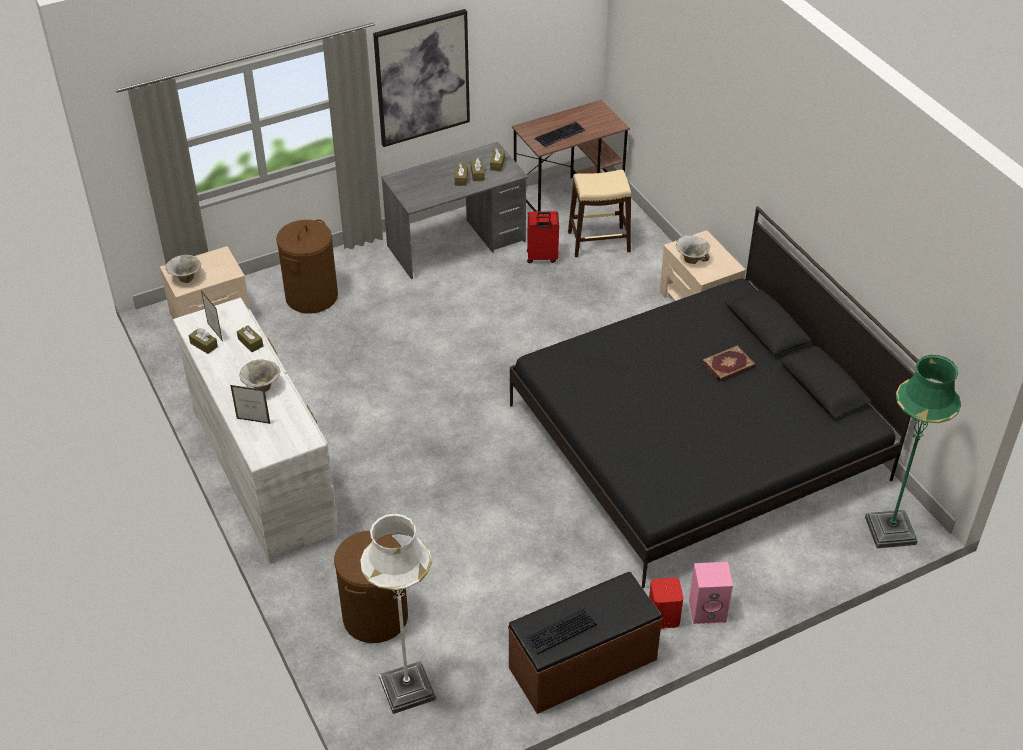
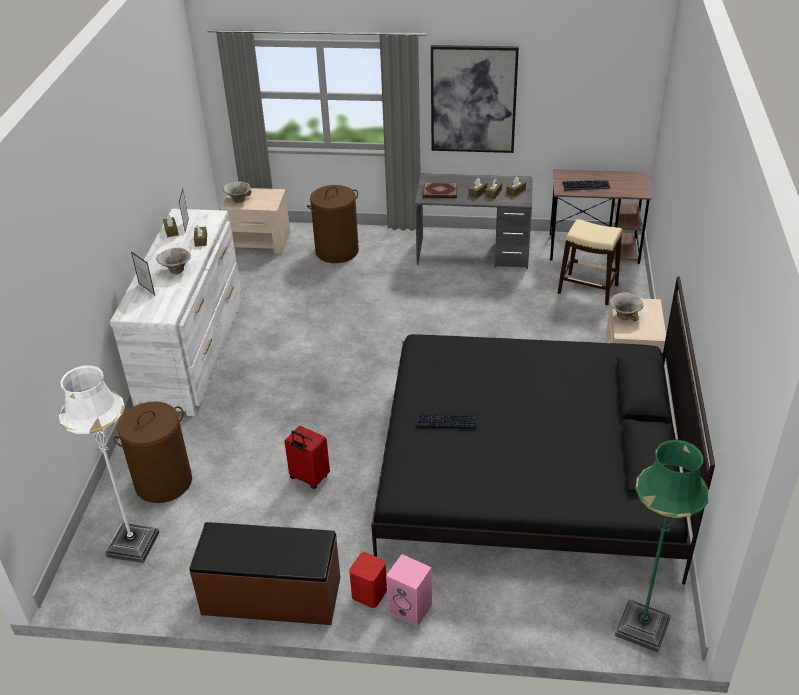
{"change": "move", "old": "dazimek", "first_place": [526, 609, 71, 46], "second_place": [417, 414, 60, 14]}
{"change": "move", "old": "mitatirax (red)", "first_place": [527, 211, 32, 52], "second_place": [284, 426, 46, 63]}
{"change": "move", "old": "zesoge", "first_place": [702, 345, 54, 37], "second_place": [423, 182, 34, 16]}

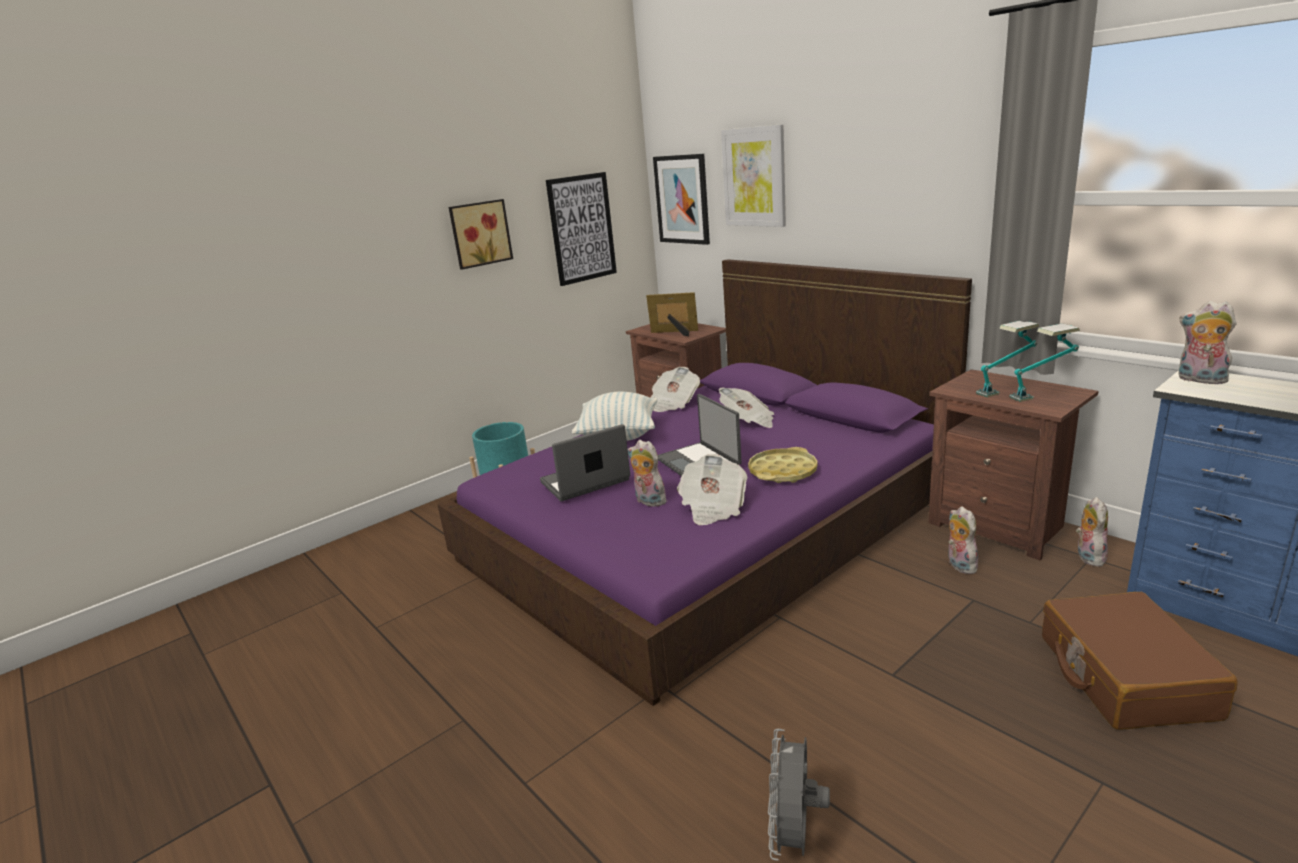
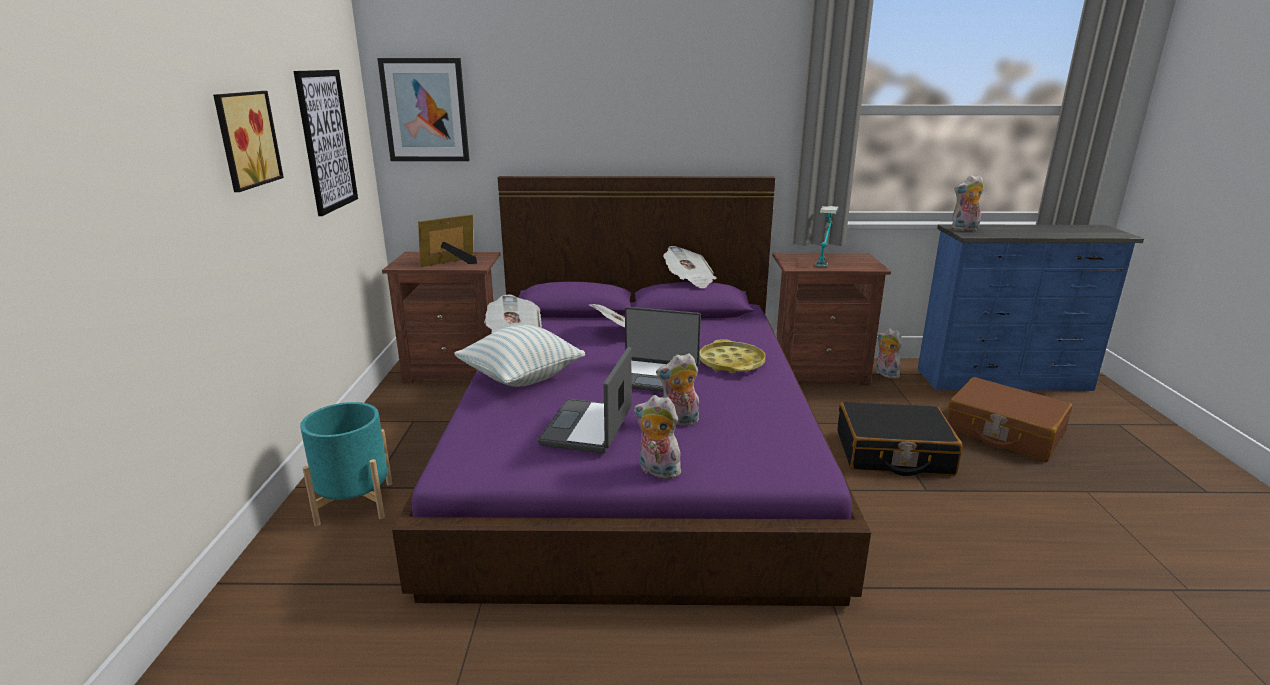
{"change": "move", "old": "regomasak", "first_place": [677, 454, 71, 71], "second_place": [663, 246, 53, 43]}
{"change": "delete", "old": "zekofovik", "first_place": [721, 124, 65, 103]}
{"change": "delete", "old": "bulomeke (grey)", "first_place": [768, 729, 62, 132]}
{"change": "move", "old": "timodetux", "first_place": [948, 506, 30, 68], "second_place": [634, 395, 47, 84]}
{"change": "delete", "old": "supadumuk", "first_place": [1009, 323, 71, 79]}
{"change": "insert", "new": "mitatirax (black)", "second_place": [837, 402, 126, 74]}

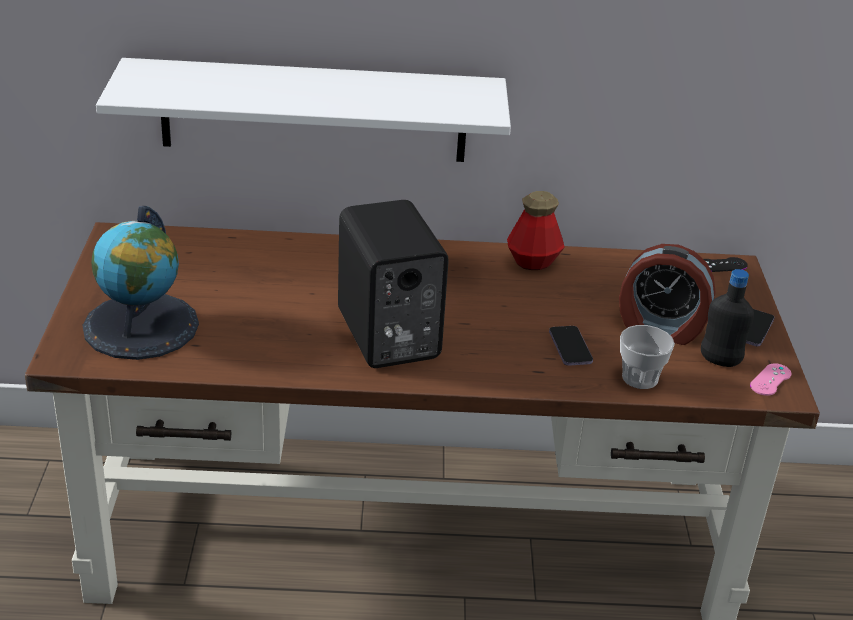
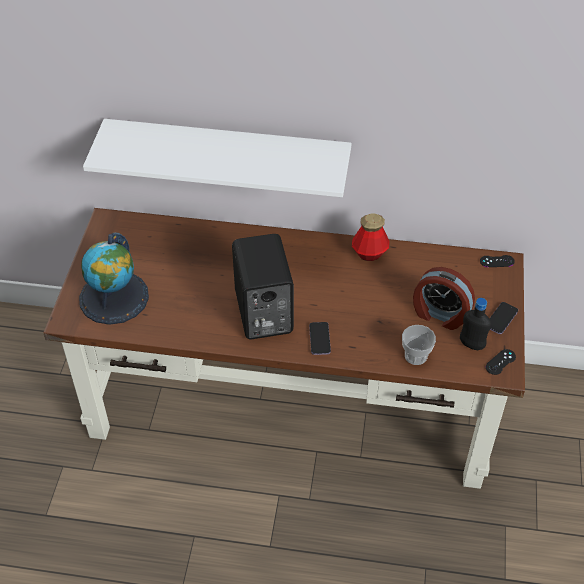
{"change": "move", "old": "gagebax", "first_place": [549, 326, 44, 40], "second_place": [309, 322, 22, 33]}
{"change": "recolor", "old": "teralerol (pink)", "new": "teralerol (black)", "first_place": [750, 363, 41, 33], "second_place": [486, 349, 30, 26]}

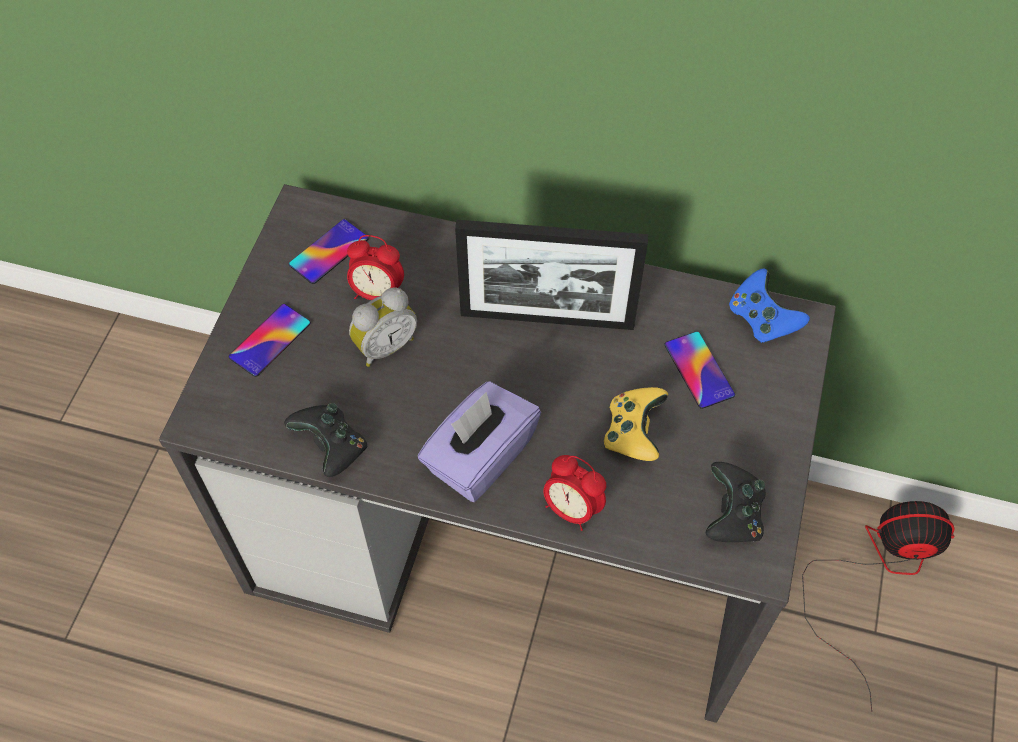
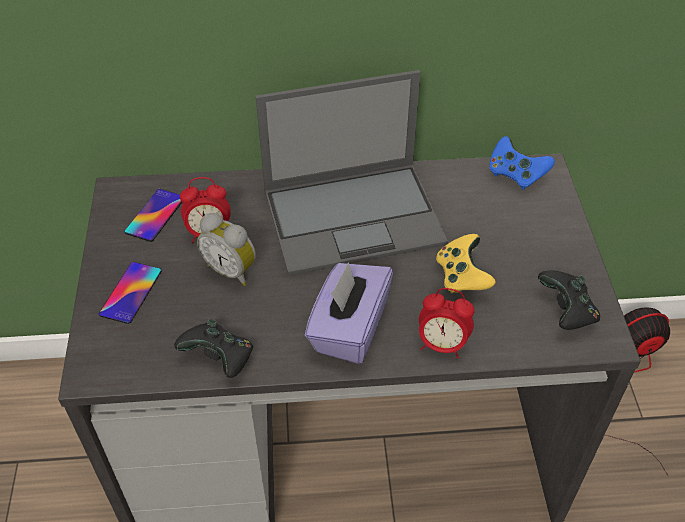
{"change": "rotate", "old": "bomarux", "first_place": [349, 287, 68, 80], "second_place": [197, 213, 59, 73], "degrees": 90}
{"change": "replace", "old": "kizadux", "new": "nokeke", "first_place": [455, 220, 193, 110], "second_place": [256, 70, 192, 205]}
{"change": "delete", "old": "gagebax", "first_place": [664, 331, 71, 78]}

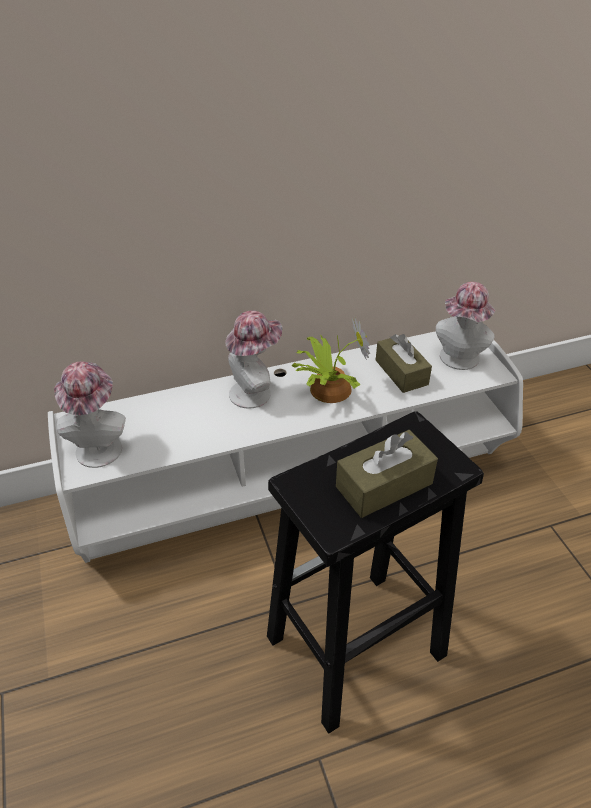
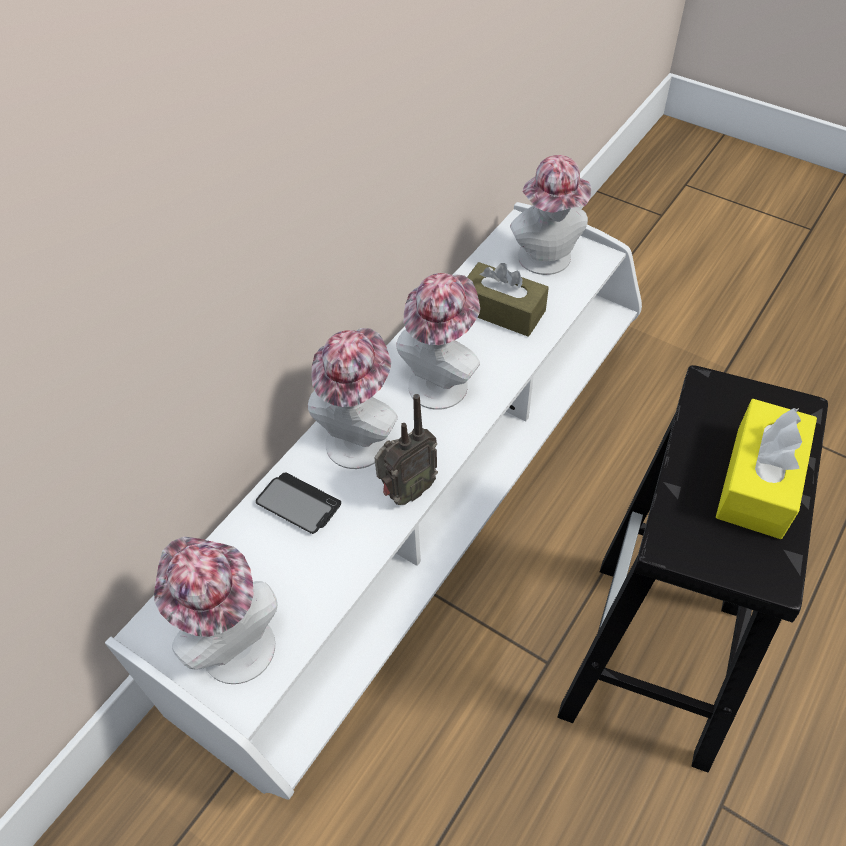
{"change": "replace", "old": "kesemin", "new": "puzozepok", "first_place": [292, 318, 78, 85], "second_place": [396, 273, 84, 137]}
{"change": "recolor", "old": "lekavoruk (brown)", "new": "lekavoruk (yellow)", "first_place": [336, 430, 102, 88], "second_place": [716, 399, 101, 140]}
{"change": "insert", "new": "gagebax", "second_place": [256, 472, 85, 62]}
{"change": "insert", "new": "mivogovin", "second_place": [374, 394, 64, 111]}

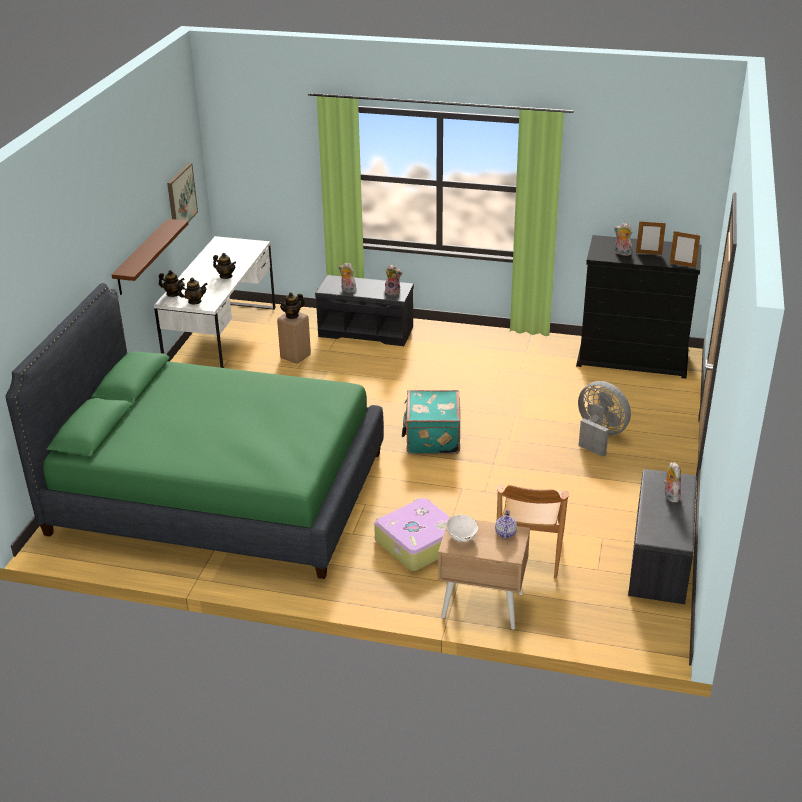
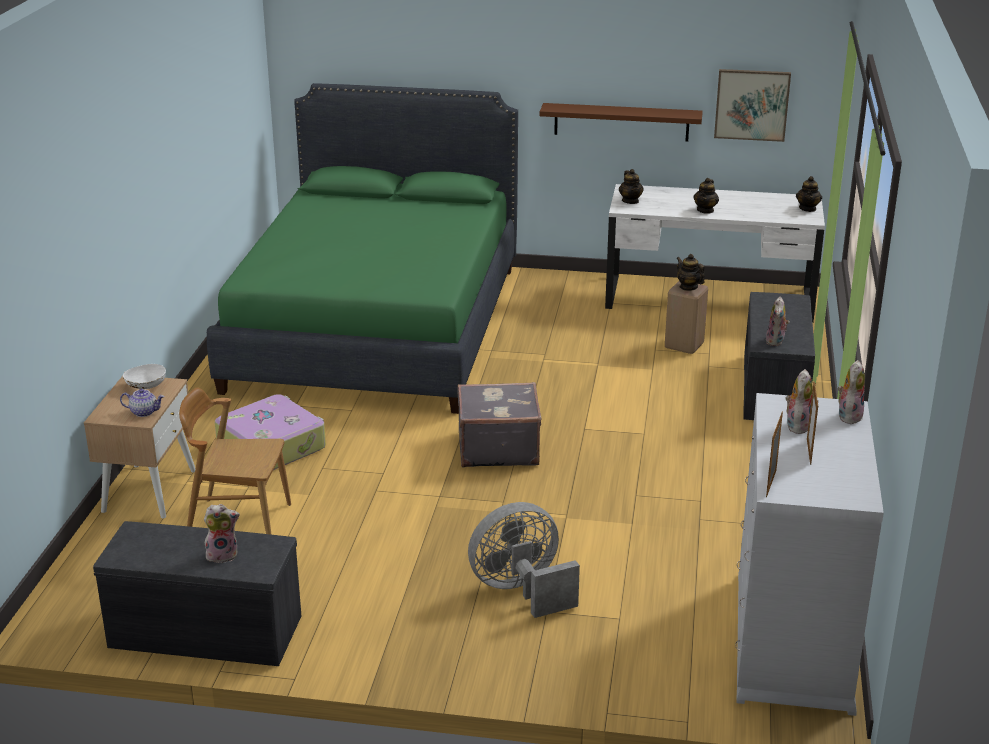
{"change": "move", "old": "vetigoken", "first_place": [159, 270, 26, 27], "second_place": [796, 176, 26, 36]}
{"change": "move", "old": "timodetux", "first_place": [339, 263, 17, 30], "second_place": [838, 360, 27, 64]}
{"change": "recolor", "old": "mitatirax (turquoise)", "new": "mitatirax (grey)", "first_place": [402, 390, 58, 65], "second_place": [457, 382, 85, 86]}
{"change": "recolor", "old": "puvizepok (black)", "new": "puvizepok (white)", "first_place": [576, 235, 126, 144], "second_place": [735, 393, 149, 323]}
{"change": "rotate", "old": "bulomeke (grey)", "first_place": [578, 381, 53, 76], "second_place": [468, 502, 112, 116], "degrees": -150}

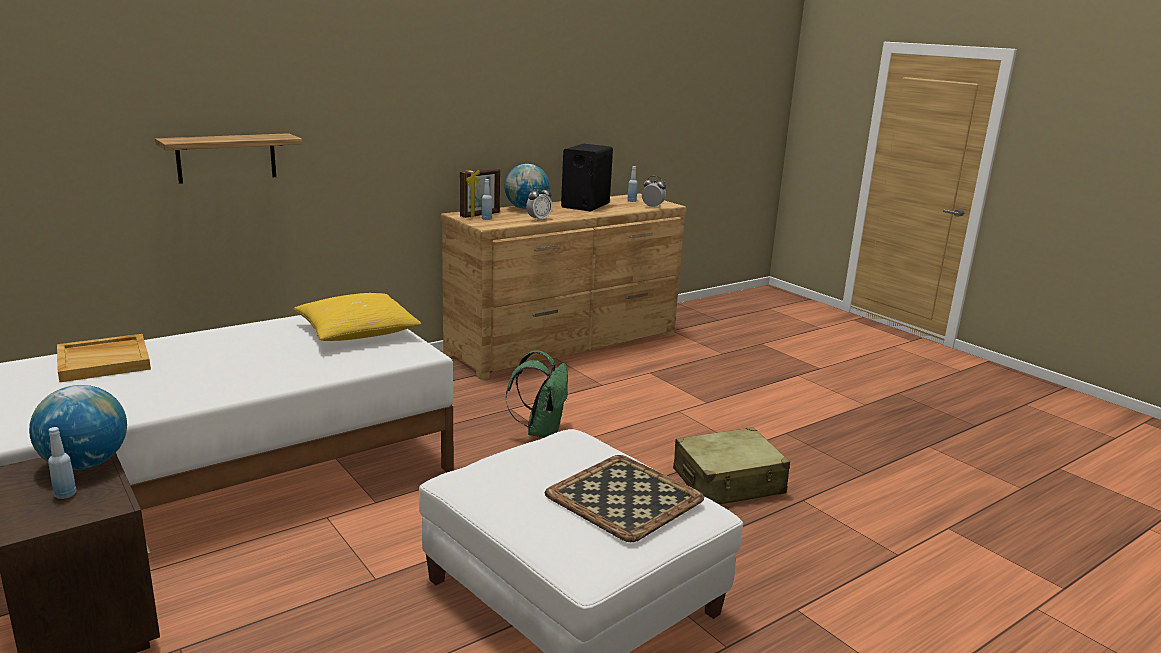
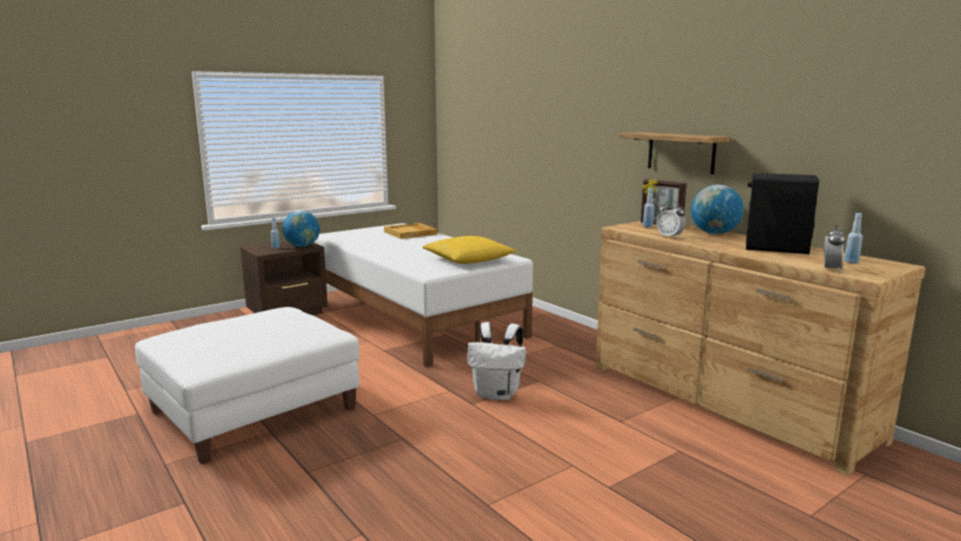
{"change": "move", "old": "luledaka", "first_place": [155, 133, 147, 51], "second_place": [620, 132, 110, 43]}
{"change": "recolor", "old": "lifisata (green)", "new": "lifisata (white)", "first_place": [506, 350, 62, 88], "second_place": [467, 322, 59, 78]}
{"change": "delete", "old": "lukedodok", "first_place": [545, 455, 159, 87]}
{"change": "delete", "old": "mitatirax (beige)", "first_place": [673, 427, 117, 77]}

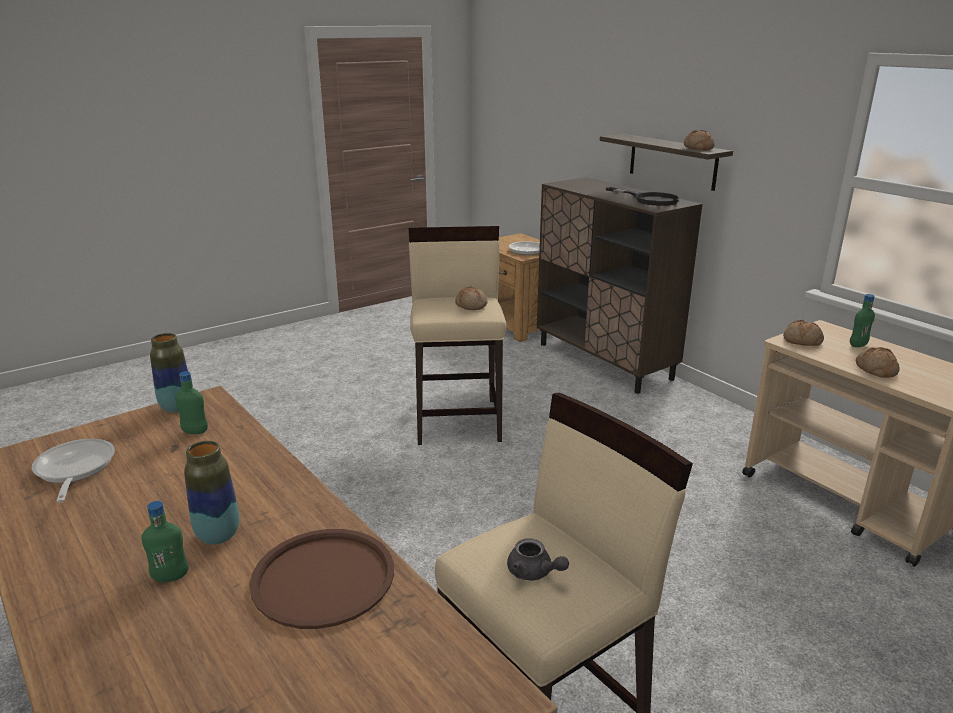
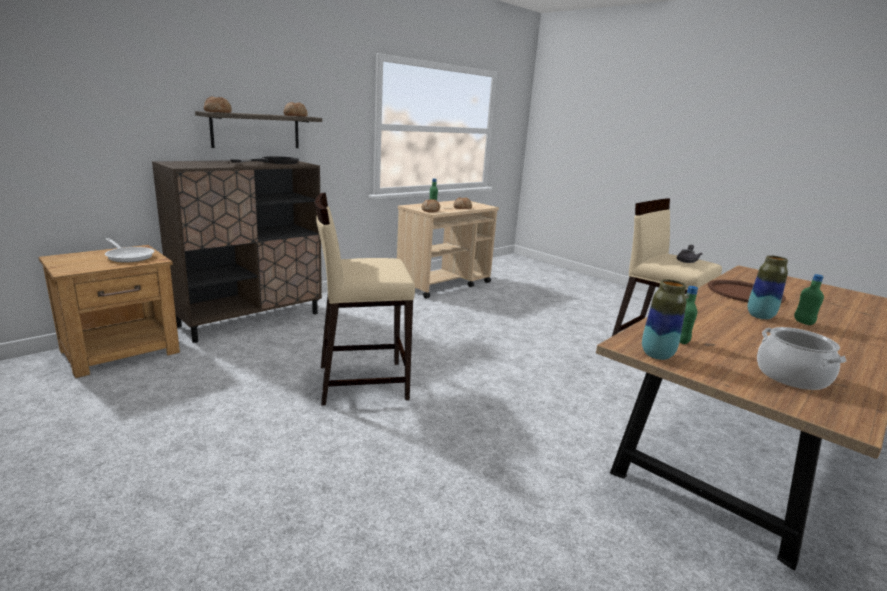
{"change": "replace", "old": "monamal", "new": "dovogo", "first_place": [32, 439, 83, 63], "second_place": [757, 327, 89, 63]}
{"change": "move", "old": "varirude", "first_place": [455, 286, 32, 24], "second_place": [204, 96, 28, 17]}

